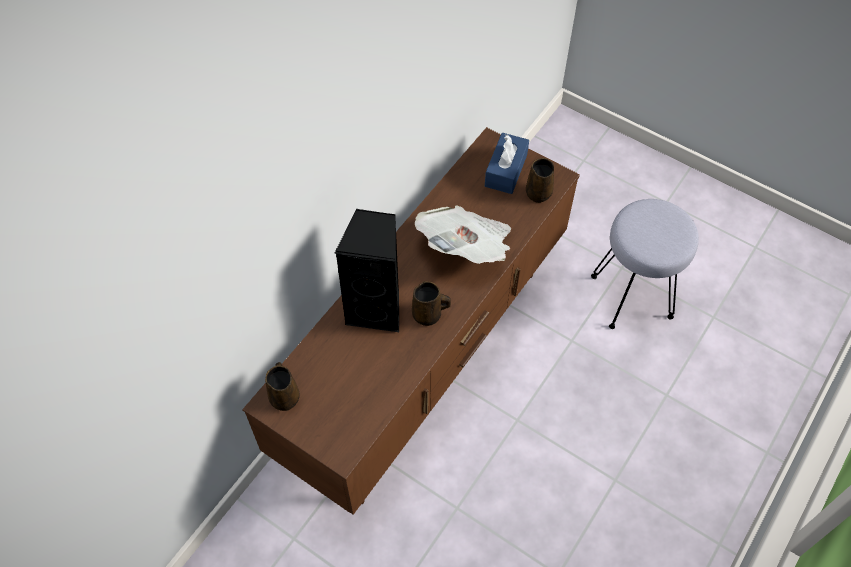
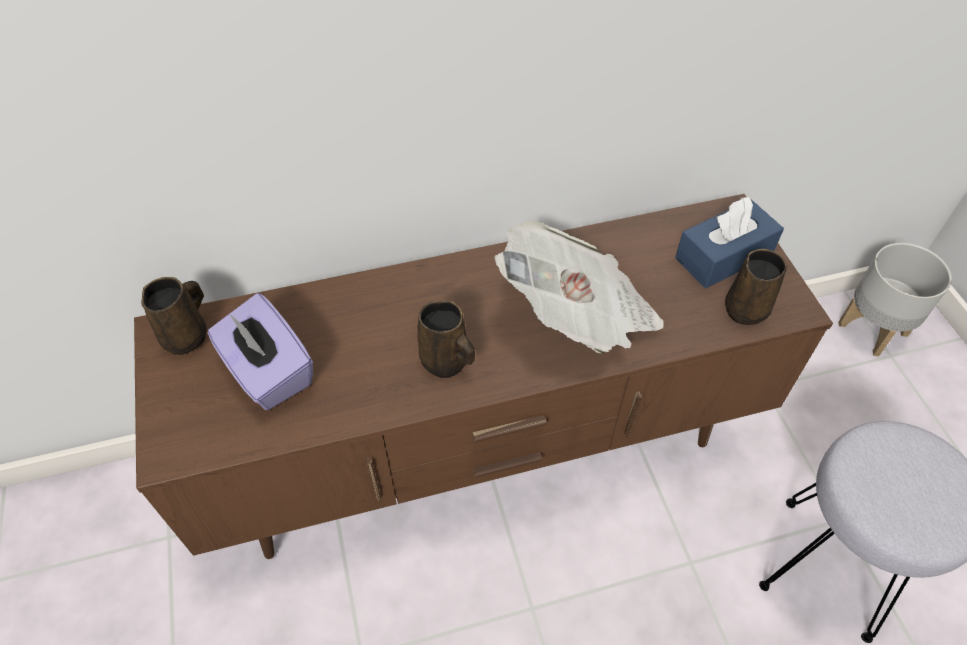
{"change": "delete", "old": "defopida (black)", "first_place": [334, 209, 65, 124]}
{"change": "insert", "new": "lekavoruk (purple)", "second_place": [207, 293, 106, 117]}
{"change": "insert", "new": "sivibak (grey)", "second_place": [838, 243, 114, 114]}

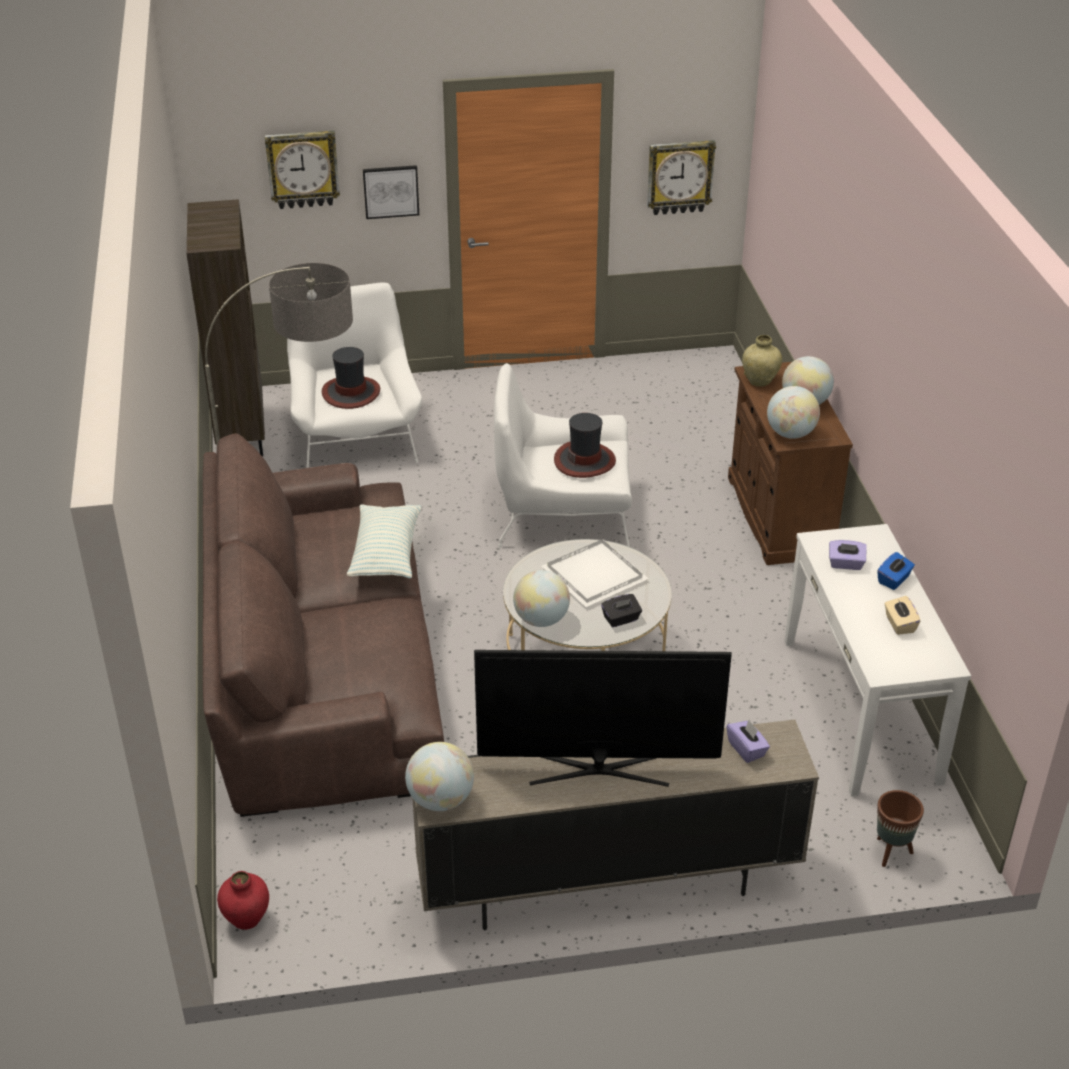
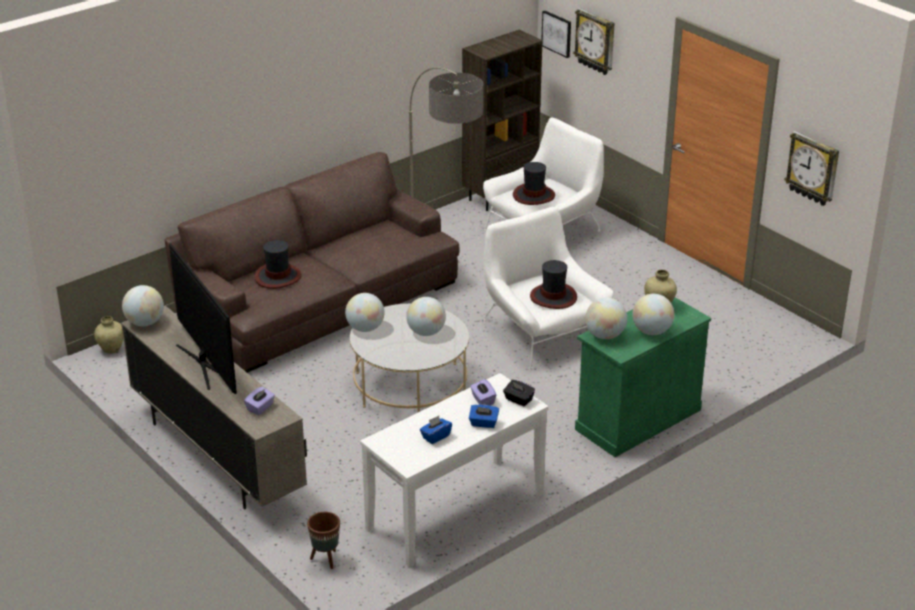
{"change": "recolor", "old": "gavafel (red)", "new": "gavafel (beige)", "first_place": [217, 871, 52, 59], "second_place": [94, 316, 30, 38]}
{"change": "delete", "old": "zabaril", "first_place": [347, 505, 74, 74]}
{"change": "move", "old": "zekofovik", "first_place": [363, 165, 56, 54], "second_place": [541, 11, 30, 47]}
{"change": "replace", "old": "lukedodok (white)", "new": "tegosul", "first_place": [542, 539, 107, 68], "second_place": [406, 297, 40, 39]}
{"change": "move", "old": "lekavoruk (black)", "first_place": [601, 594, 41, 33], "second_place": [503, 380, 32, 26]}
{"change": "recolor", "old": "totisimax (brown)", "new": "totisimax (green)", "first_place": [728, 362, 125, 203], "second_place": [575, 297, 136, 160]}
{"change": "recolor", "old": "lekavoruk (beige)", "new": "lekavoruk (blue)", "first_place": [884, 596, 36, 39], "second_place": [420, 416, 32, 28]}
{"change": "insert", "new": "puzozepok", "second_place": [254, 240, 48, 49]}

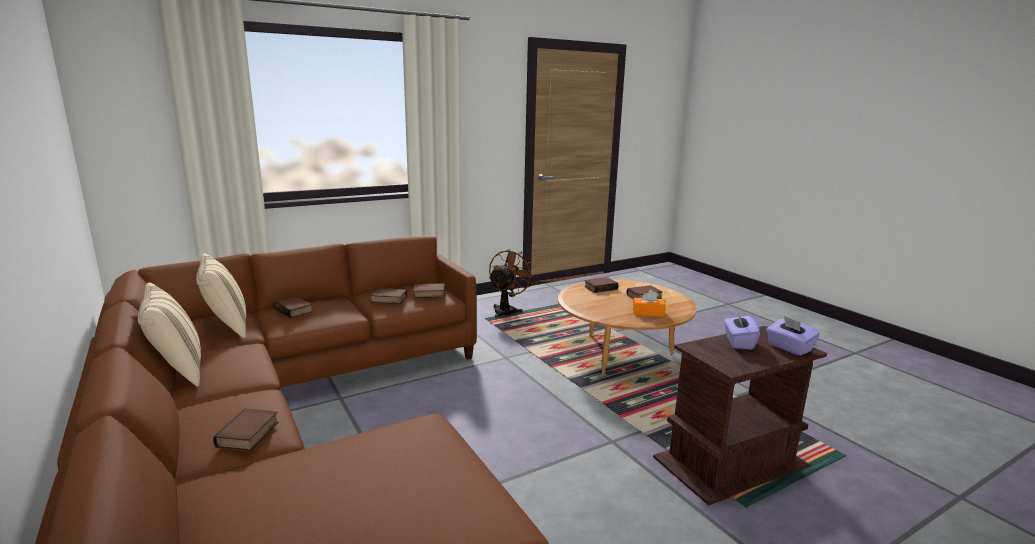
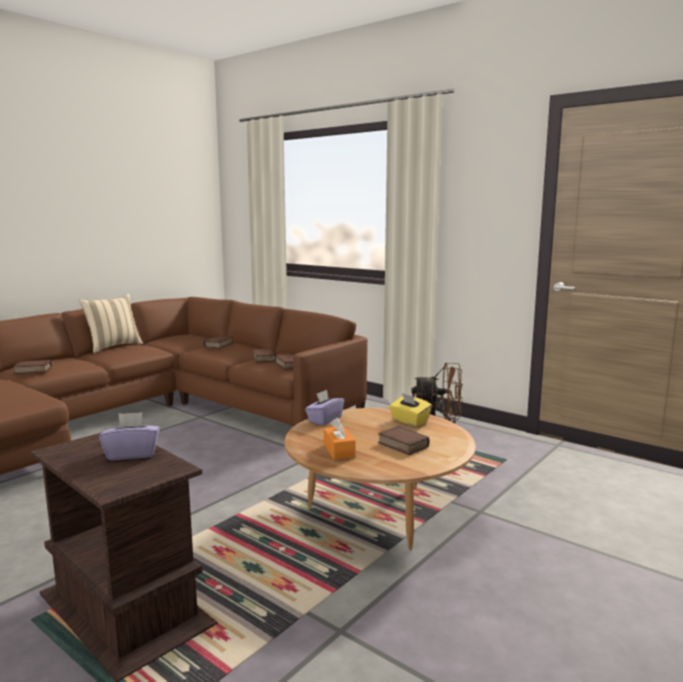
{"change": "delete", "old": "zabaril (beige)", "first_place": [196, 253, 50, 85]}
{"change": "replace", "old": "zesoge", "new": "lekavoruk (yellow)", "first_place": [584, 277, 35, 16], "second_place": [389, 393, 43, 34]}
{"change": "move", "old": "lekavoruk (purple)", "first_place": [766, 316, 54, 40], "second_place": [305, 390, 39, 35]}

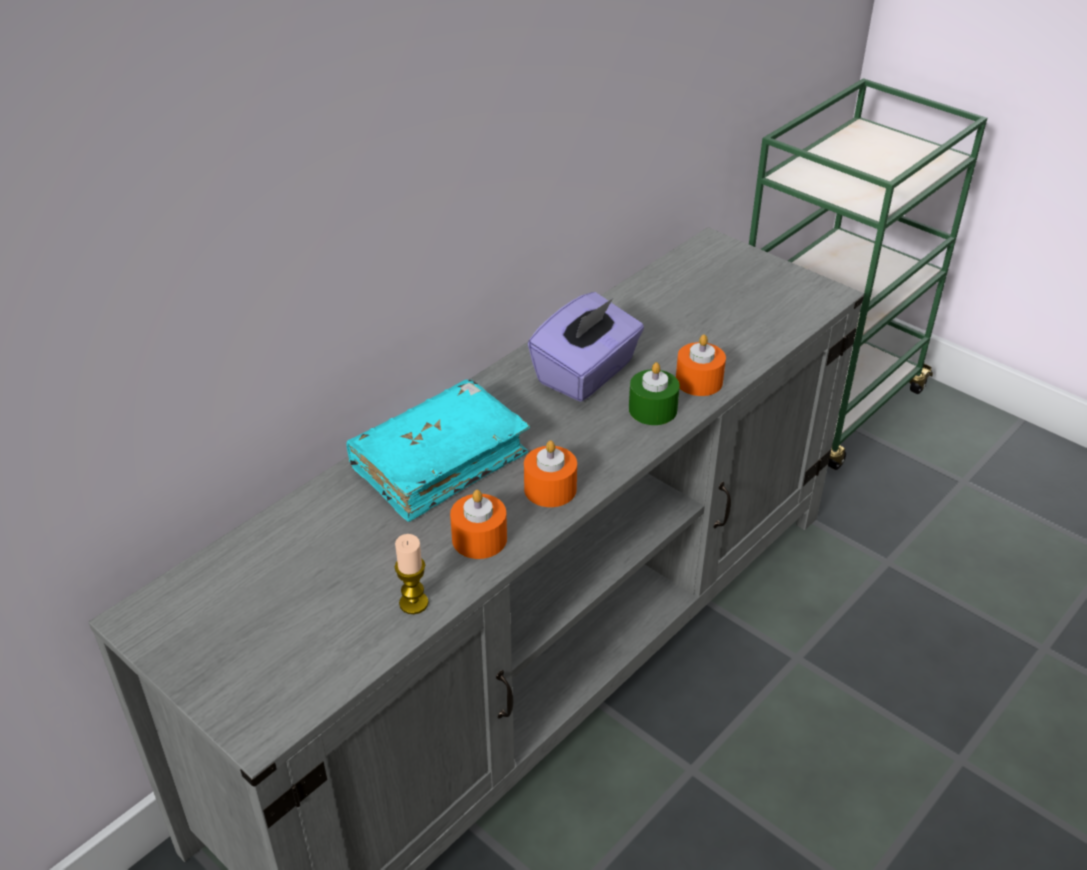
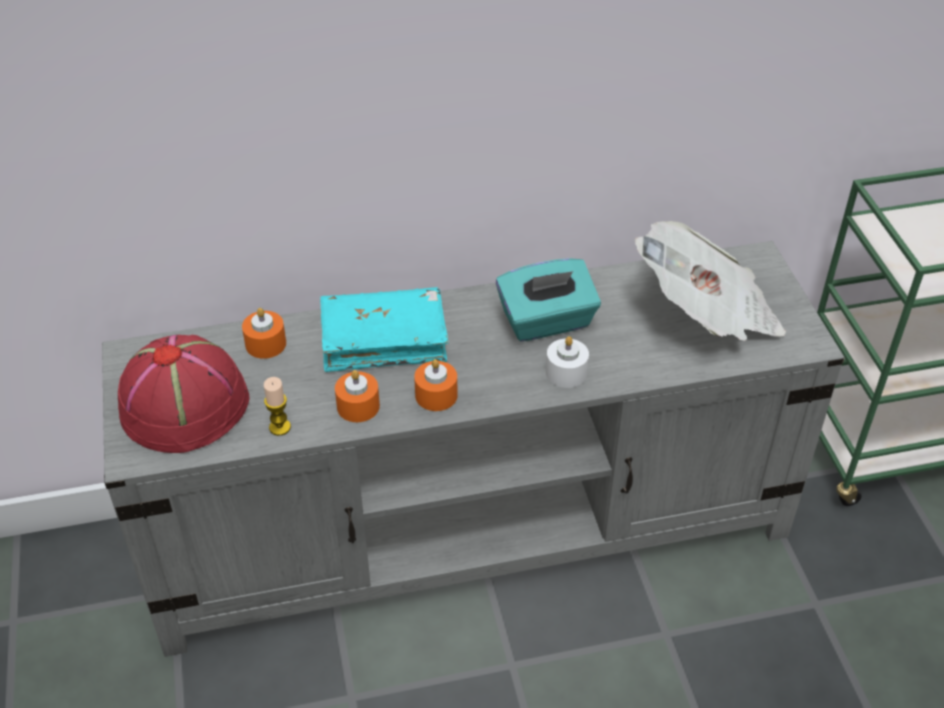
{"change": "recolor", "old": "lekavoruk (purple)", "new": "lekavoruk (turquoise)", "first_place": [528, 292, 116, 110], "second_place": [496, 258, 105, 84]}
{"change": "recolor", "old": "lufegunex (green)", "new": "lufegunex (white)", "first_place": [629, 362, 51, 63], "second_place": [546, 336, 43, 52]}
{"change": "move", "old": "lufegunex (orange)", "first_place": [676, 335, 50, 61], "second_place": [242, 308, 44, 51]}
{"change": "insert", "new": "puzozepok (red)", "second_place": [118, 335, 132, 118]}
{"change": "insert", "new": "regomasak", "second_place": [635, 221, 151, 120]}

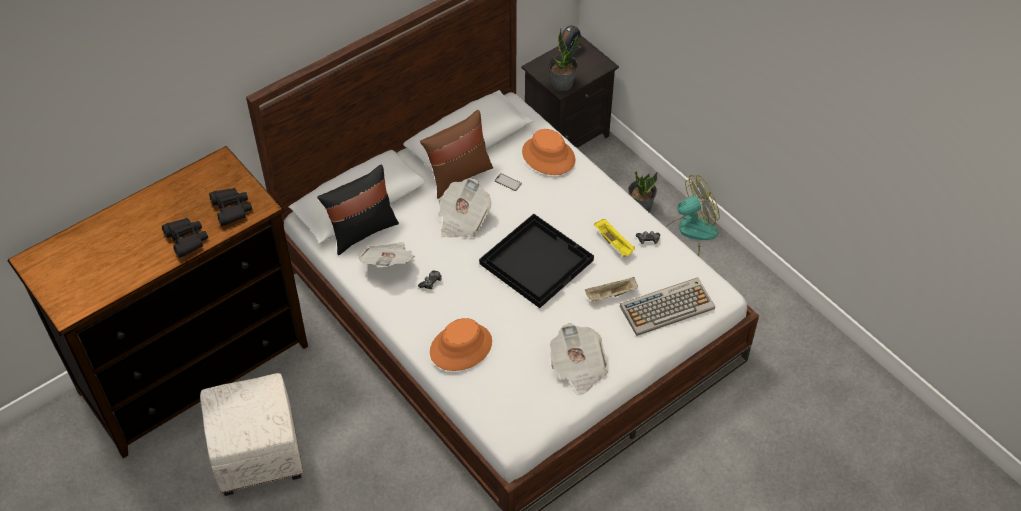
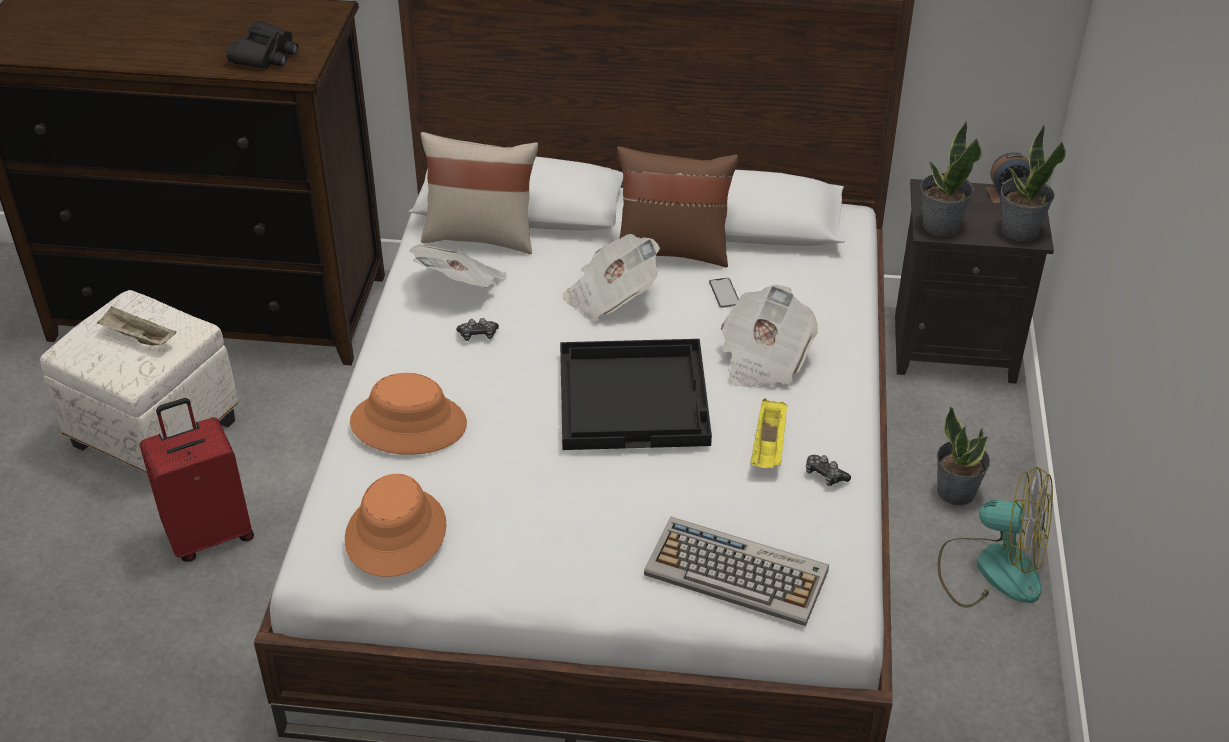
{"change": "delete", "old": "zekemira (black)", "first_place": [162, 218, 46, 40]}
{"change": "recolor", "old": "zabaril (black)", "new": "zabaril (beige)", "first_place": [317, 165, 82, 90], "second_place": [421, 132, 117, 122]}
{"change": "move", "old": "puzozepok (orange)", "first_place": [522, 129, 53, 46], "second_place": [345, 474, 102, 103]}
{"change": "move", "old": "regomasak", "first_place": [550, 323, 58, 71], "second_place": [721, 285, 97, 102]}
{"change": "move", "old": "lukedodok (beige)", "first_place": [585, 277, 53, 25], "second_place": [97, 306, 80, 39]}
{"change": "insert", "new": "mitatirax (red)", "second_place": [140, 398, 114, 164]}
{"change": "insert", "new": "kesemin", "second_place": [1001, 125, 65, 117]}

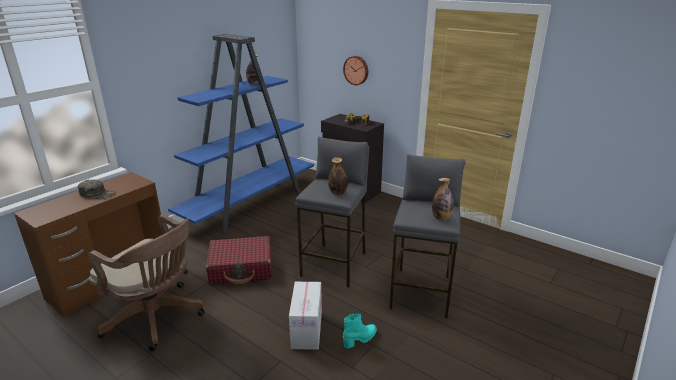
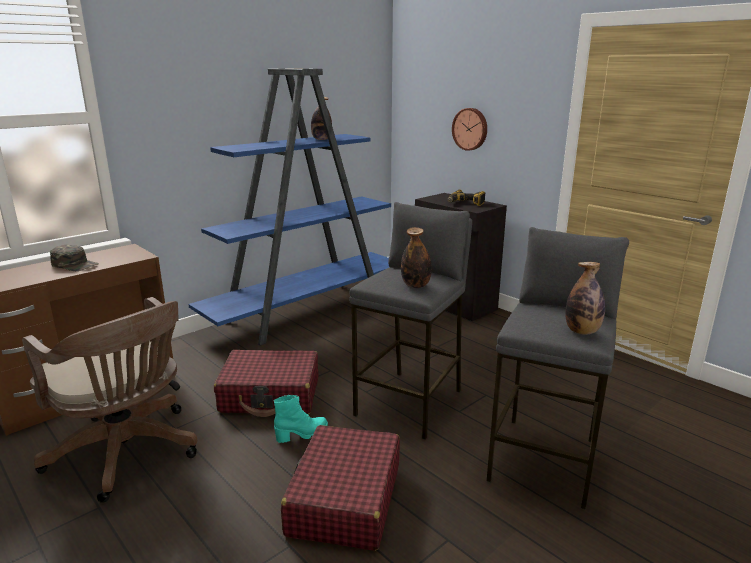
{"change": "replace", "old": "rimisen", "new": "mitatirax (red)", "first_place": [289, 282, 33, 68], "second_place": [281, 425, 119, 126]}
{"change": "move", "old": "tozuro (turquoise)", "first_place": [343, 313, 34, 36], "second_place": [274, 395, 54, 48]}

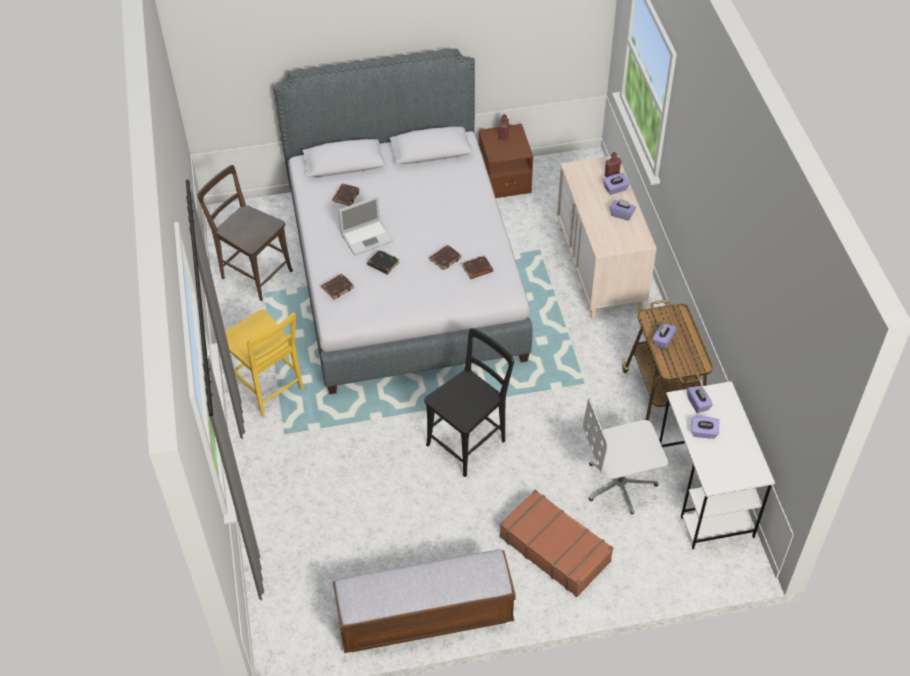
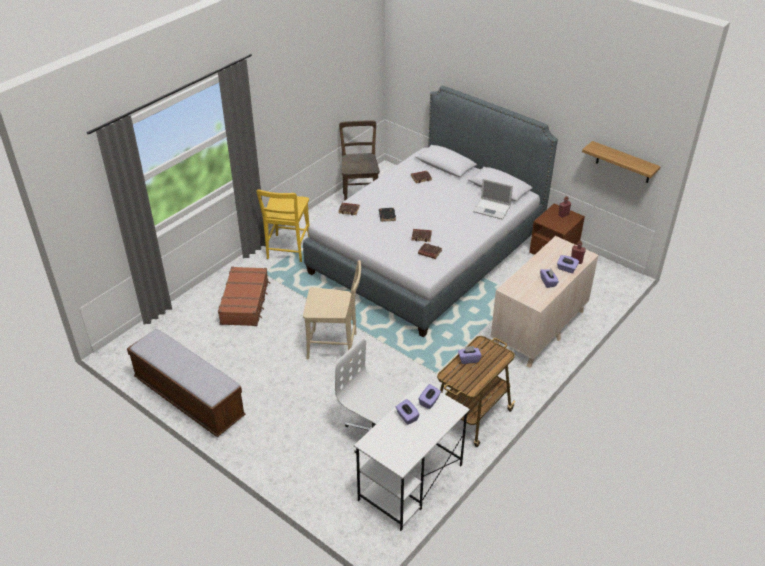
{"change": "move", "old": "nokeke", "first_place": [338, 196, 55, 60], "second_place": [473, 178, 40, 42]}
{"change": "recolor", "old": "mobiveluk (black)", "new": "mobiveluk (beige)", "first_place": [424, 328, 90, 149], "second_place": [303, 260, 58, 102]}
{"change": "move", "old": "mitatirax (brown)", "first_place": [500, 490, 114, 107], "second_place": [218, 267, 52, 59]}
{"change": "insert", "new": "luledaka", "second_place": [582, 141, 79, 42]}

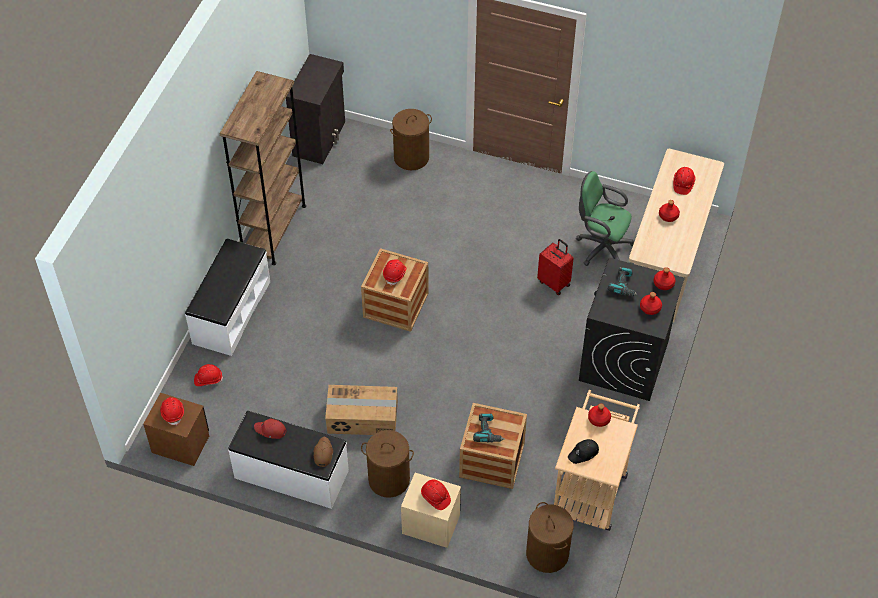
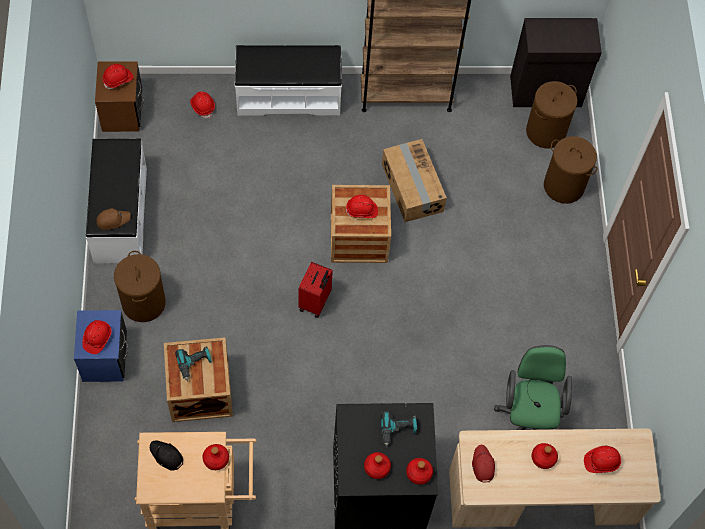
{"change": "move", "old": "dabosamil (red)", "first_place": [254, 418, 33, 21], "second_place": [472, 445, 23, 37]}
{"change": "move", "old": "rimisen", "first_place": [325, 385, 73, 50], "second_place": [382, 139, 65, 83]}
{"change": "recolor", "old": "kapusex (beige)", "new": "kapusex (blue)", "first_place": [401, 473, 60, 75], "second_place": [74, 310, 54, 72]}
{"change": "move", "old": "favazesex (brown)", "first_place": [526, 502, 48, 71], "second_place": [526, 81, 52, 68]}
{"change": "move", "old": "mitatirax (red)", "first_place": [537, 239, 37, 56], "second_place": [299, 262, 34, 56]}

